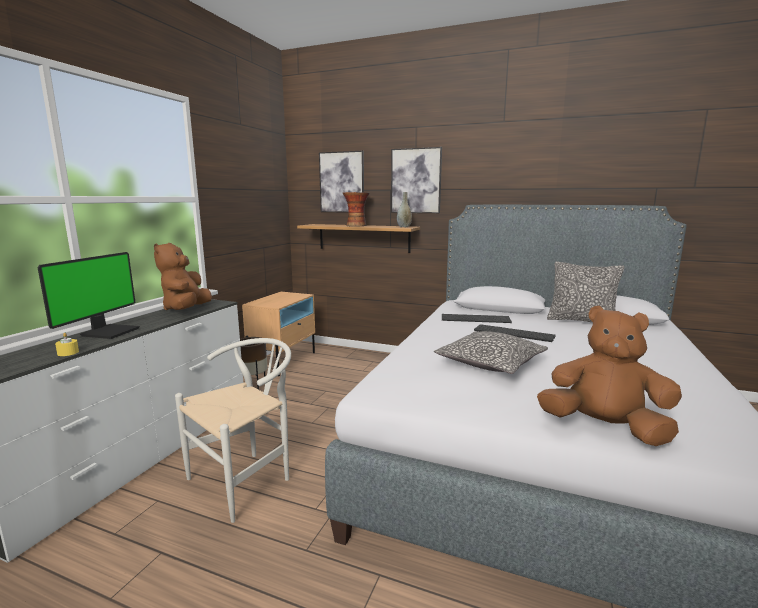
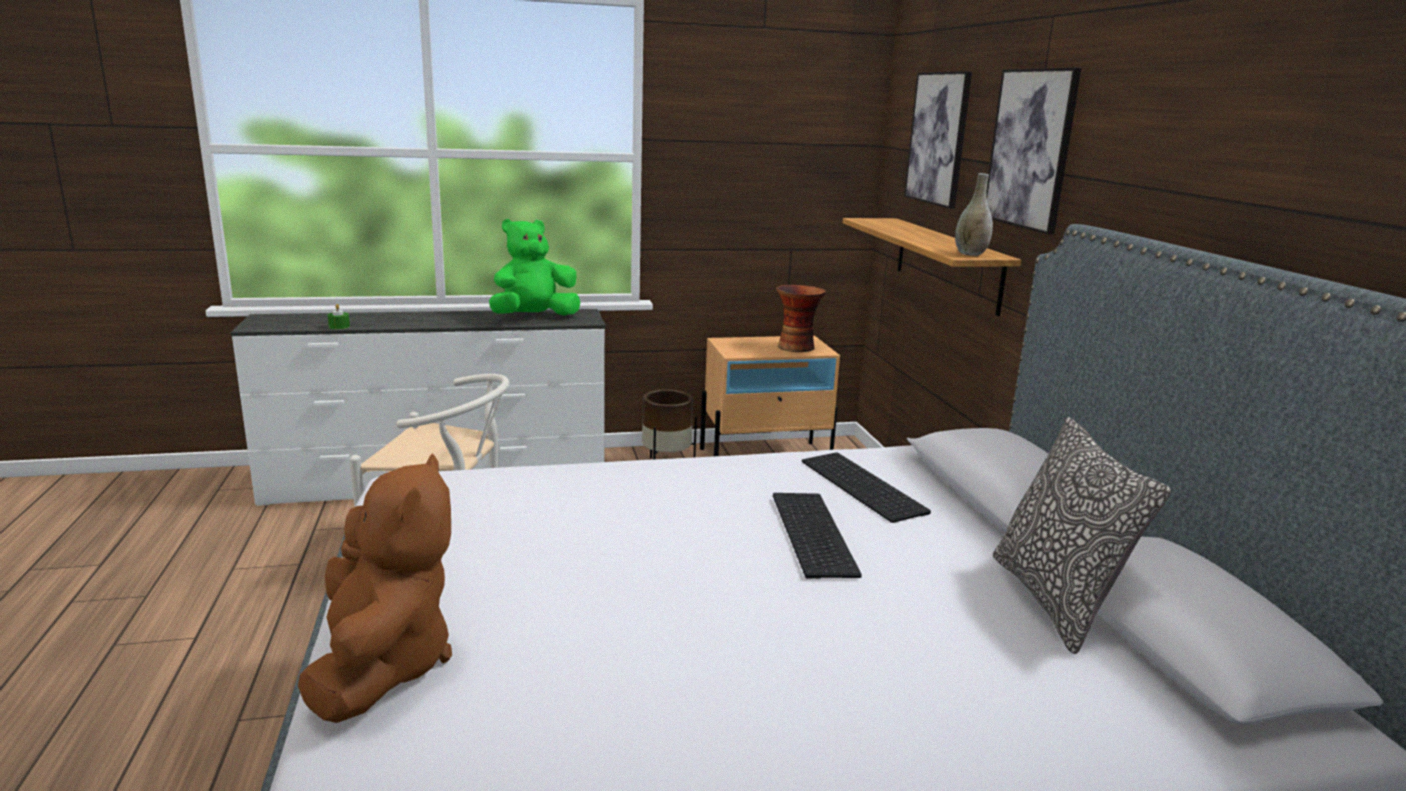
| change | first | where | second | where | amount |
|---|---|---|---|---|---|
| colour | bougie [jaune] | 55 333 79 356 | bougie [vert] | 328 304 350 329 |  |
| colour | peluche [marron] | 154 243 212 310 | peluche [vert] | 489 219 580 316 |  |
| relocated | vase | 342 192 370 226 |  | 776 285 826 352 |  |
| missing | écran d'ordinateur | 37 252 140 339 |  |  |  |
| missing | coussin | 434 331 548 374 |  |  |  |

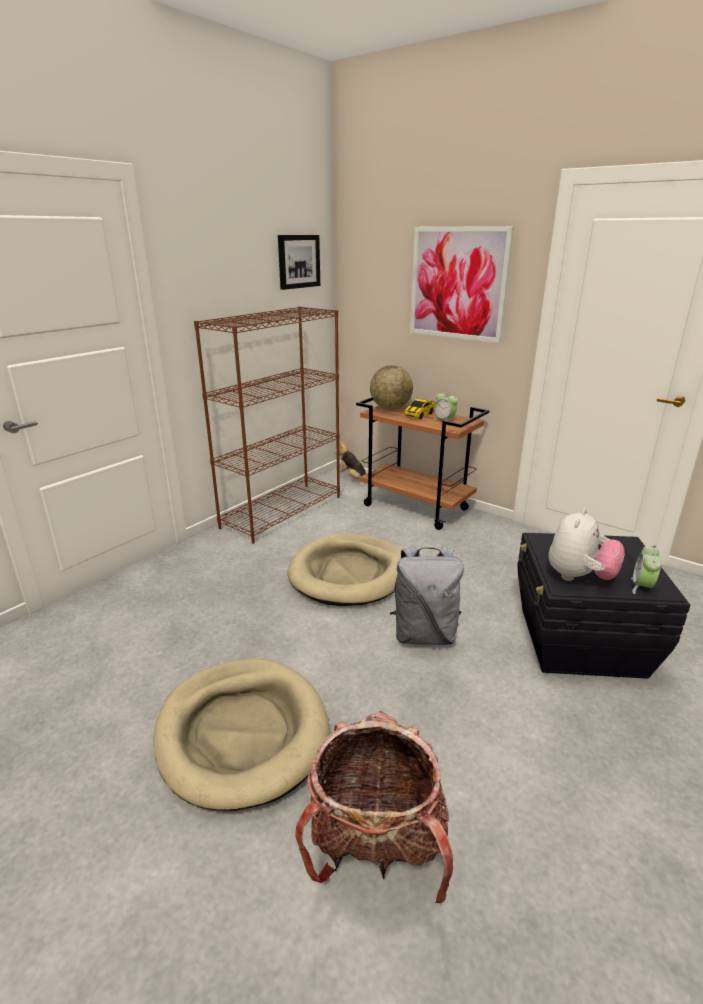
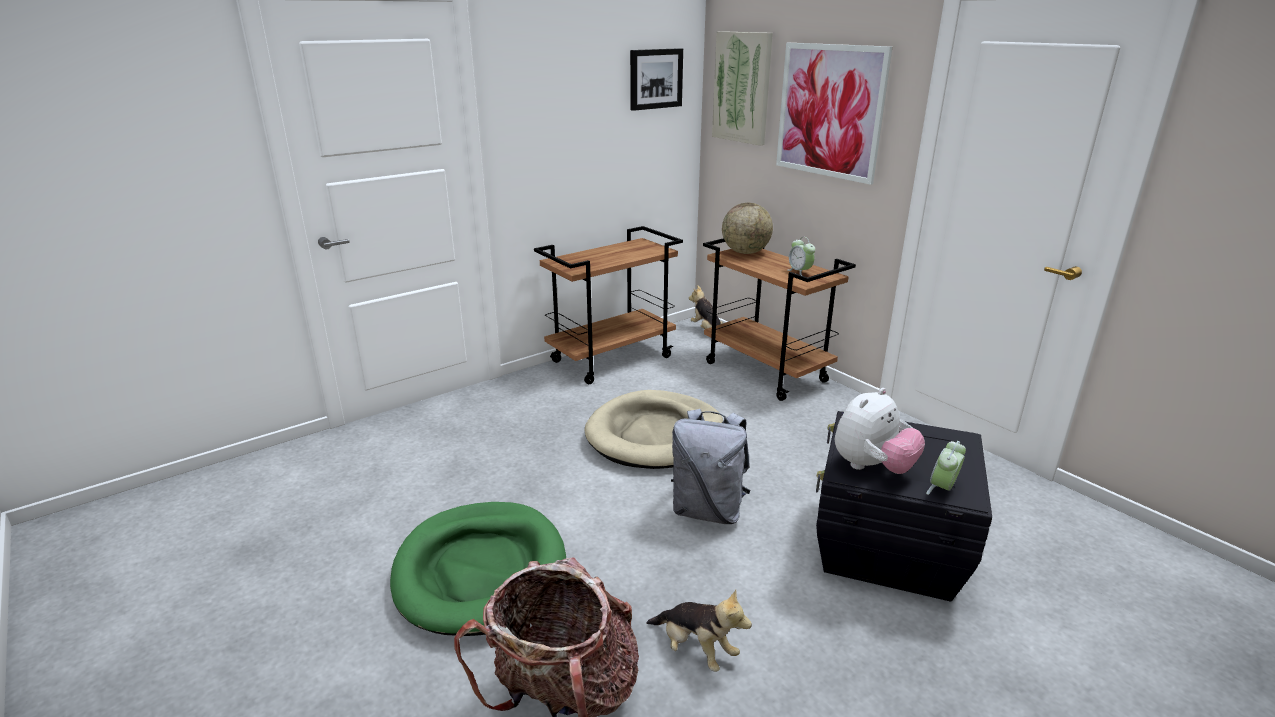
| change | first | where | second | where | amount |
|---|---|---|---|---|---|
| colour | panier pour chien [beige] | 153 659 330 811 | panier pour chien [vert] | 390 502 566 636 |  |
| exchanged | bibliothèque [marron] | 194 306 340 544 | chariot [marron] | 534 226 683 384 |  |
| appeared |  |  | peluche | 646 589 752 672 |  |
| appeared |  |  | tableau | 712 31 773 145 |  |
| missing | petite voiture | 404 399 435 419 |  |  |  |

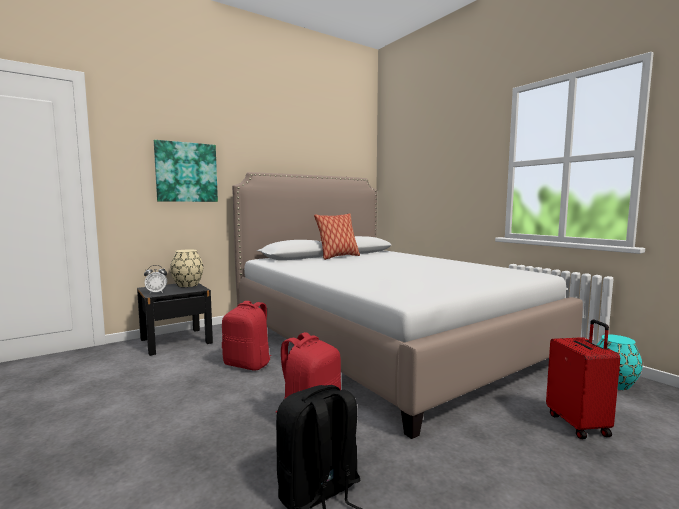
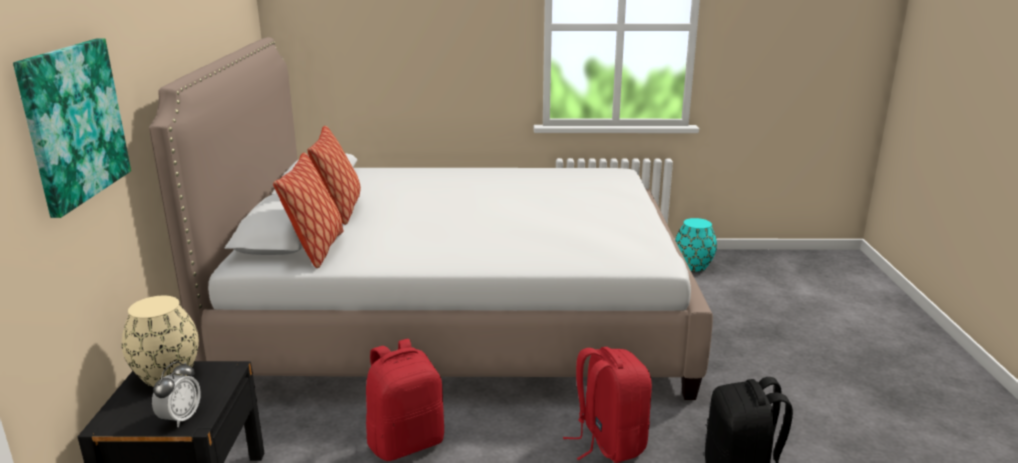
| change | first | where | second | where | amount |
|---|---|---|---|---|---|
| appeared |  |  | coussin | 273 153 343 268 |  |
| missing | valise [rouge] | 546 320 620 439 |  |  |  |

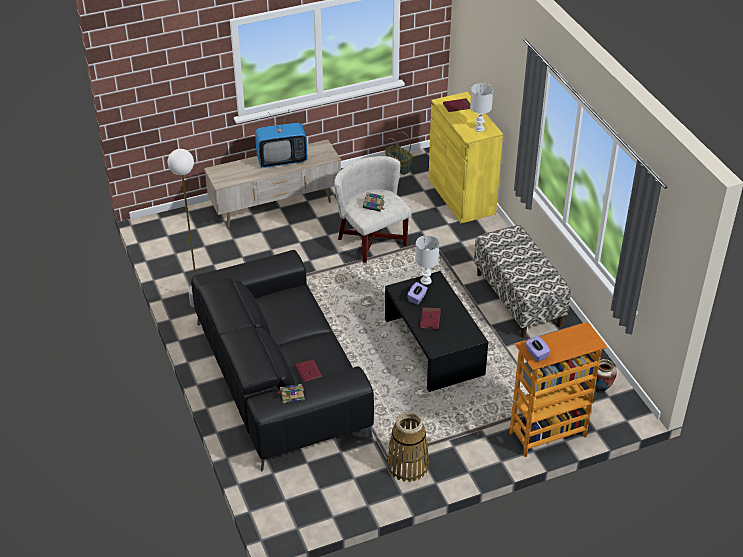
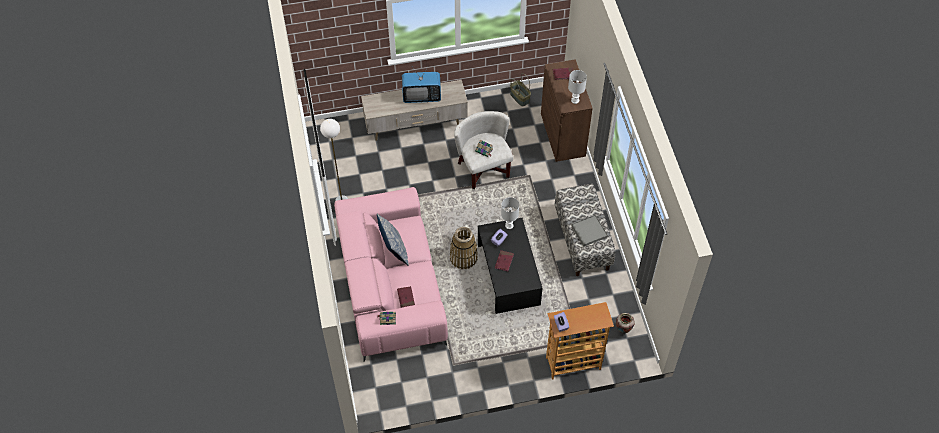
| change | first | where | second | where | amount |
|---|---|---|---|---|---|
| colour | canapé [noir] | 191 250 374 472 | canapé [rose] | 334 187 448 362 |  |
| appeared |  |  | coussin | 377 214 409 266 |  |
| relocated | panier | 387 412 429 482 |  | 450 227 478 269 |  |
| colour | meuble de rangement [jaune] | 428 92 503 224 | meuble de rangement [marron] | 541 59 593 162 |  |
| appeared |  |  | plateau [gris] | 571 215 608 247 |  |

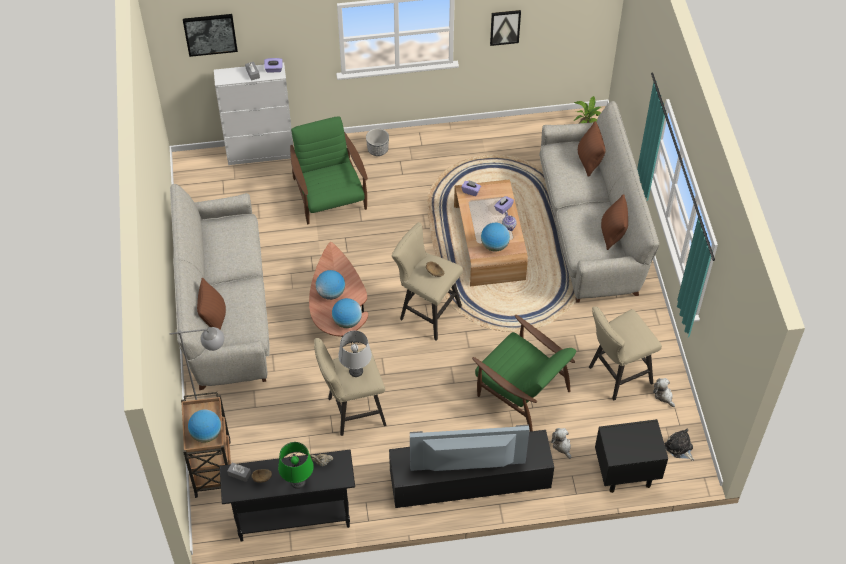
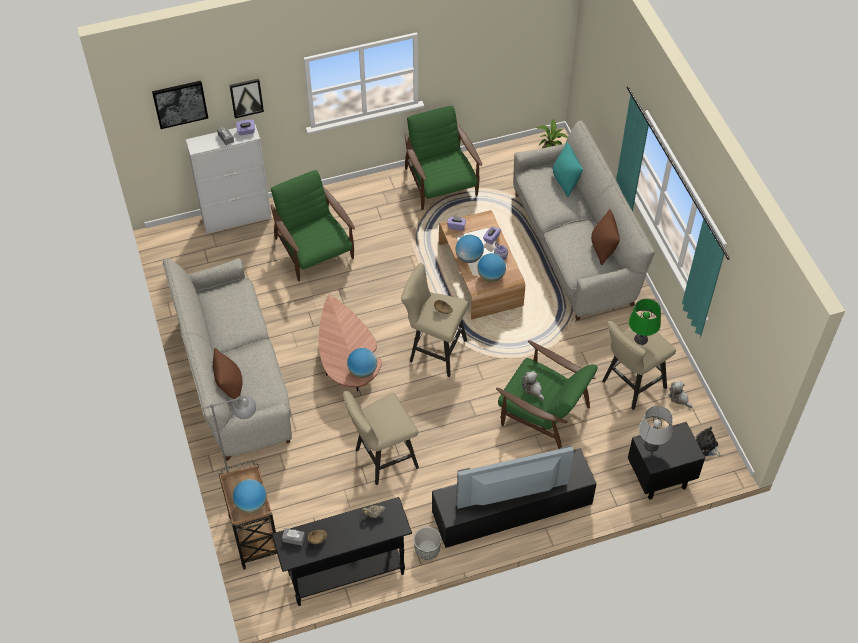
| change | first | where | second | where | amount |
|---|---|---|---|---|---|
| relocated | tableau | 490 10 521 46 |  | 229 78 264 118 |  |
| appeared |  |  | fauteuil [vert] | 405 106 482 210 |  |
| relocated | cache-pot | 366 128 389 156 |  | 414 527 441 560 |  |
| relocated | globe | 316 270 345 300 |  | 456 235 484 263 |  |
| relocated | peluche | 551 428 571 459 |  | 522 371 544 400 |  |
| colour | coussin [marron] | 578 121 606 177 | coussin [turquoise] | 552 142 583 197 |  |
| relocated | lampe de table [vert] | 278 442 314 489 |  | 629 298 661 345 |  |
| relocated | lampe de table [gris] | 339 331 372 377 |  | 639 406 673 452 |  |

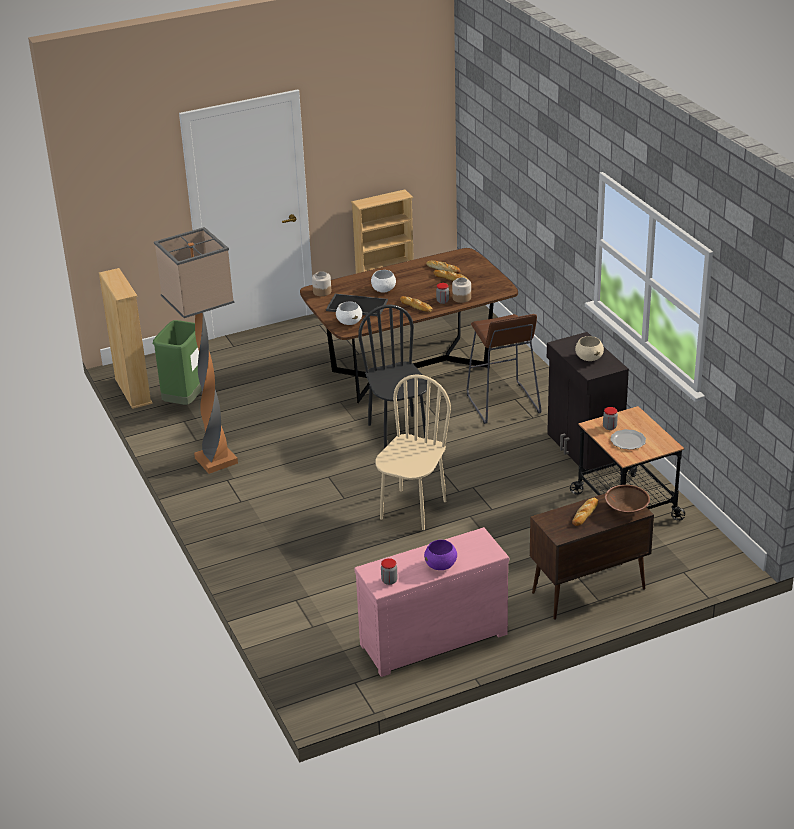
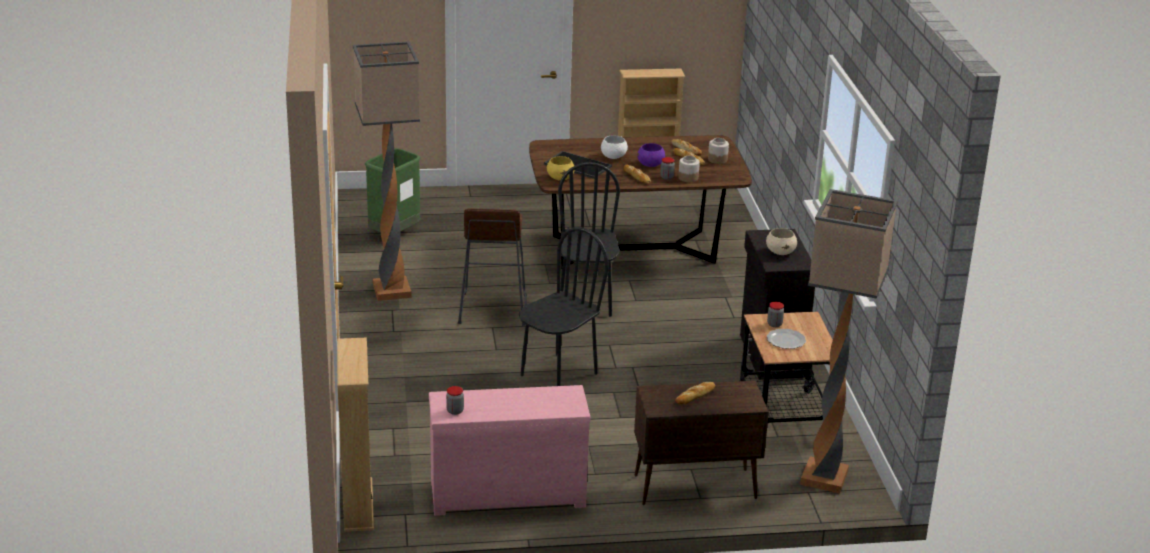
| change | first | where | second | where | amount |
|---|---|---|---|---|---|
| relocated | bibliothèque [beige] | 99 268 153 409 |  | 337 337 374 532 |  |
| relocated | tabouret [marron] | 467 314 542 424 |  | 458 208 527 326 |  |
| colour | chaise [beige] | 375 374 451 530 | chaise [noir] | 519 227 609 386 |  |
| colour | bol [blanc] | 336 302 362 325 | bol [jaune] | 547 156 575 181 |  |
| relocated | bol [violet] | 424 540 457 570 |  | 637 143 665 167 |  |
| relocated | bocal | 312 271 331 296 |  | 708 138 729 164 |  |
| appeared |  |  | lampadaire | 800 189 898 493 |  |
| missing | bol [marron] | 605 485 650 514 |  |  |  |

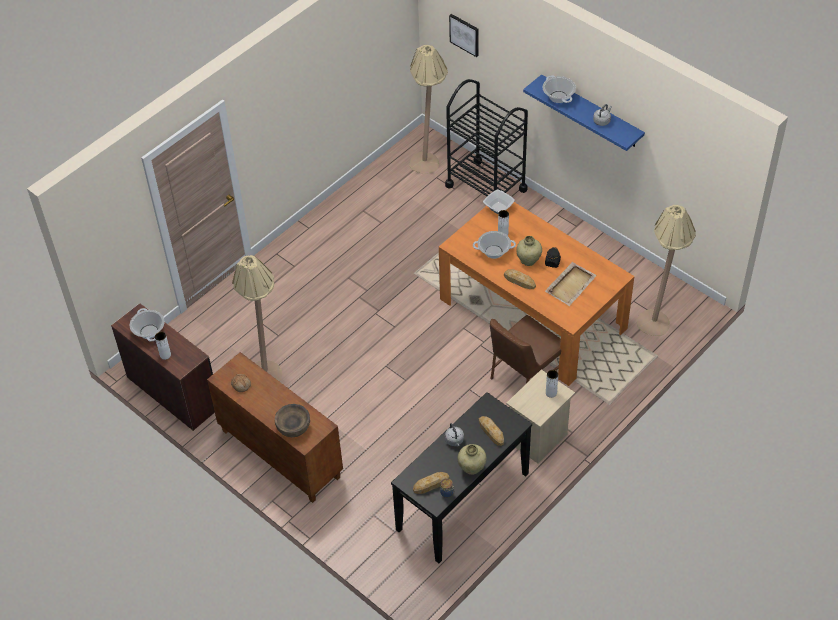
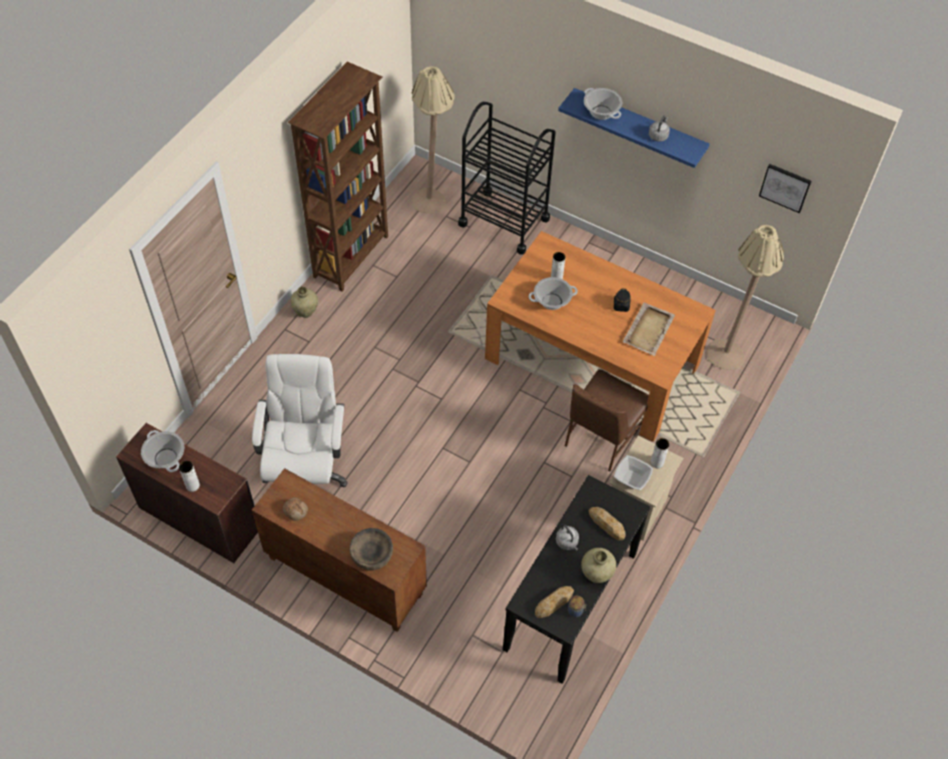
| change | first | where | second | where | amount |
|---|---|---|---|---|---|
| exchanged | lampadaire [beige] | 232 255 282 381 | chaise de bureau [blanc] | 252 354 348 487 |  |
| appeared |  |  | bibliothèque [marron] | 288 62 388 292 |  |
| relocated | vase [beige] | 516 236 542 266 |  | 291 287 318 318 |  |
| relocated | bol | 483 189 515 214 |  | 614 455 653 490 |  |
| relocated | tableau | 449 14 479 57 |  | 759 164 812 213 |  |
| missing | pain | 504 269 536 289 |  |  |  |

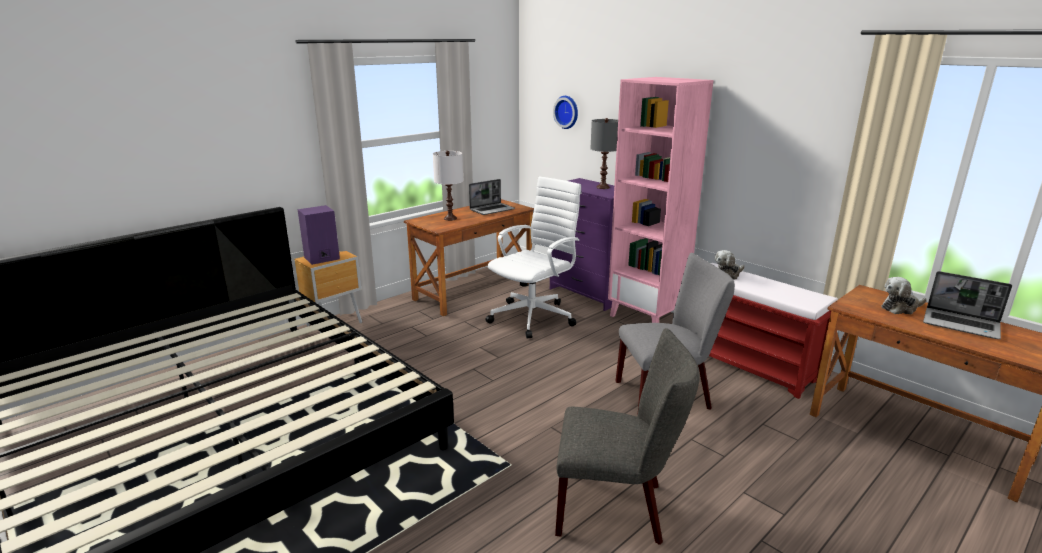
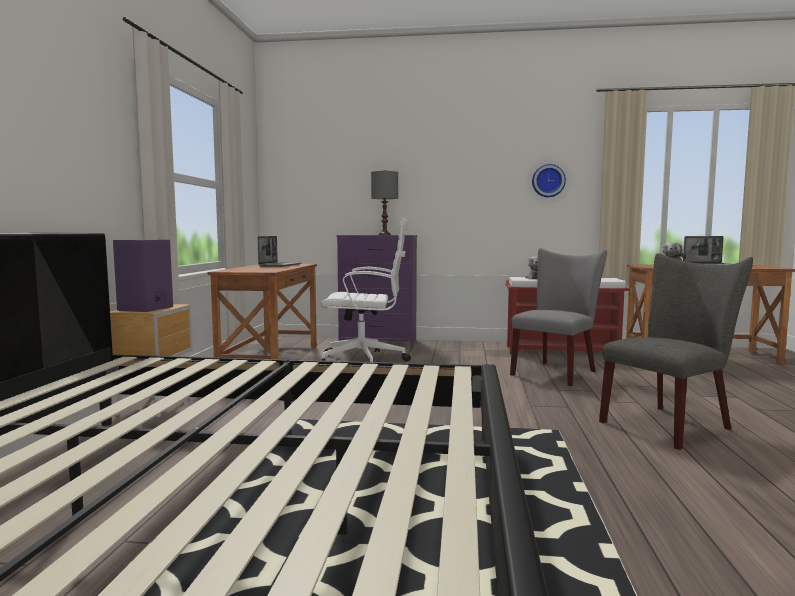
| change | first | where | second | where | amount |
|---|---|---|---|---|---|
| spun | chaise de bureau [blanc] | 485 176 581 339 |  | 319 219 411 362 | 90 degrees clockwise |
| relocated | horloge murale | 553 96 578 129 |  | 532 164 566 197 |  |
| missing | lampe de table [blanc] | 433 151 463 221 |  |  |  |
| missing | bibliothèque [rose] | 608 77 714 323 |  |  |  |

